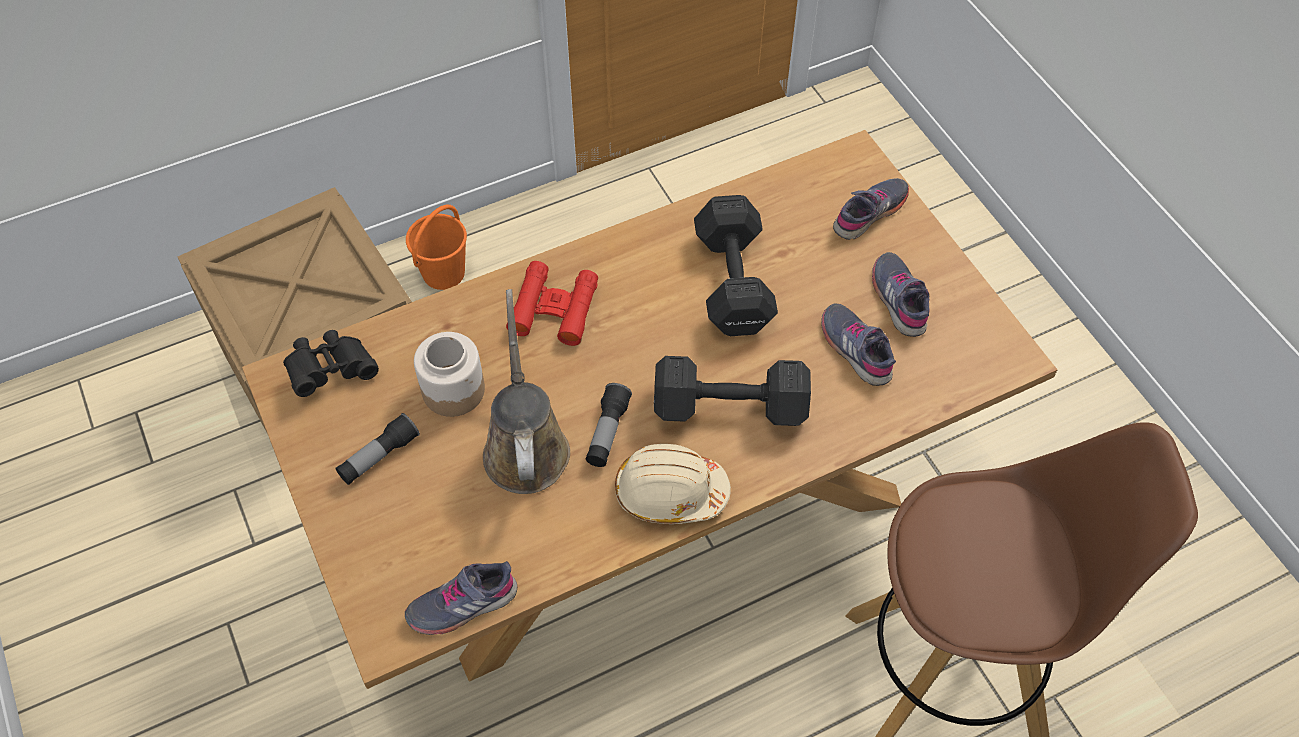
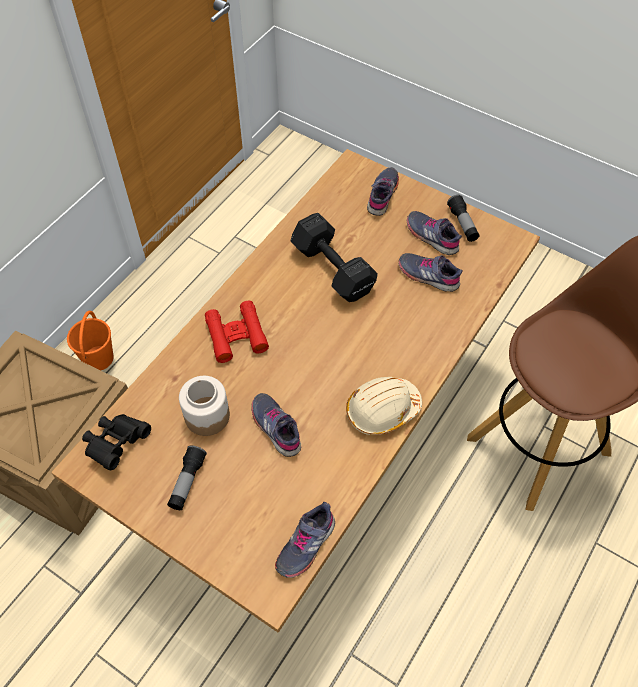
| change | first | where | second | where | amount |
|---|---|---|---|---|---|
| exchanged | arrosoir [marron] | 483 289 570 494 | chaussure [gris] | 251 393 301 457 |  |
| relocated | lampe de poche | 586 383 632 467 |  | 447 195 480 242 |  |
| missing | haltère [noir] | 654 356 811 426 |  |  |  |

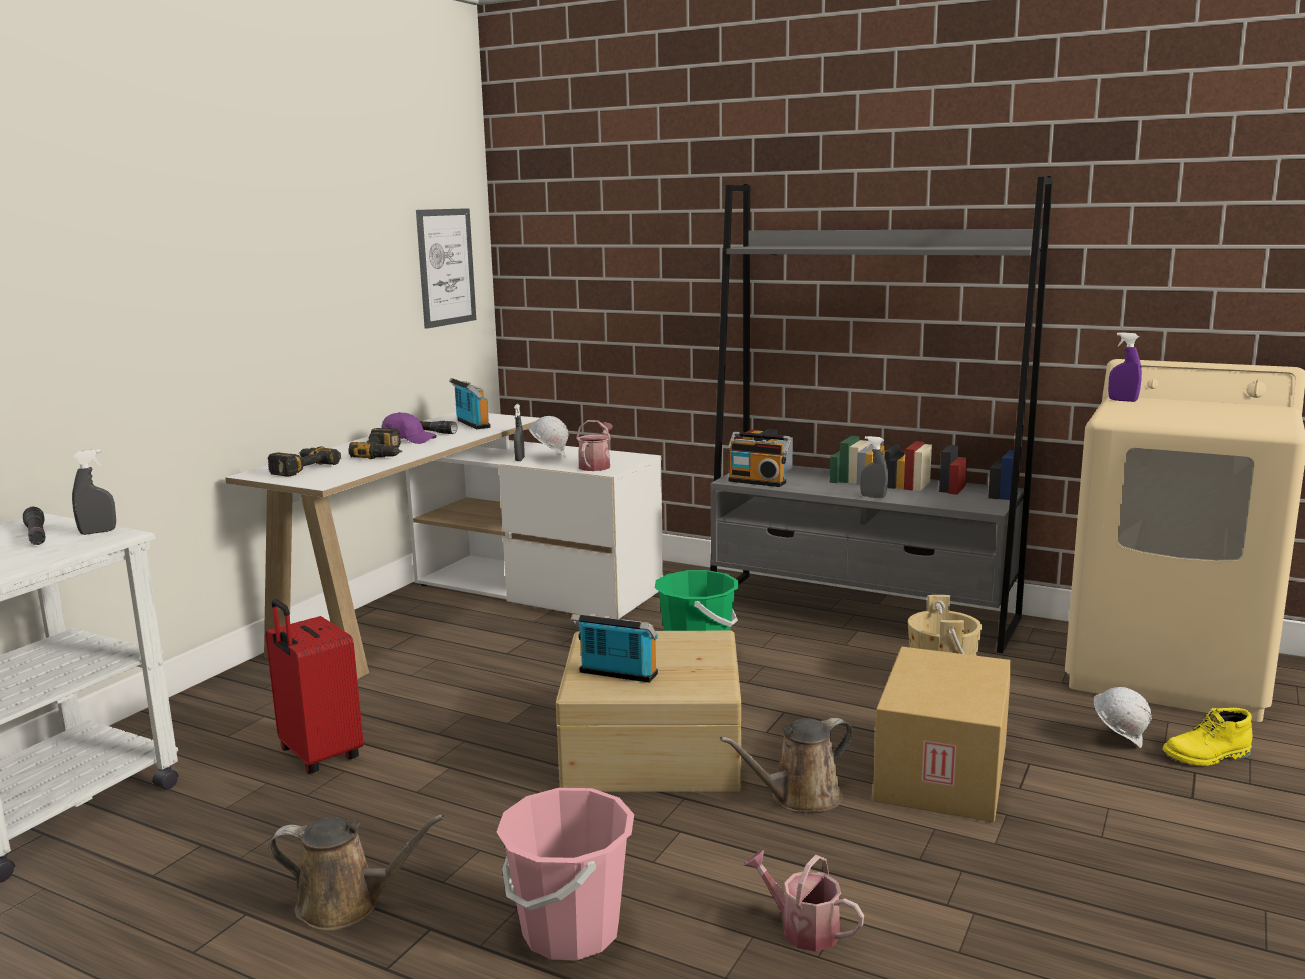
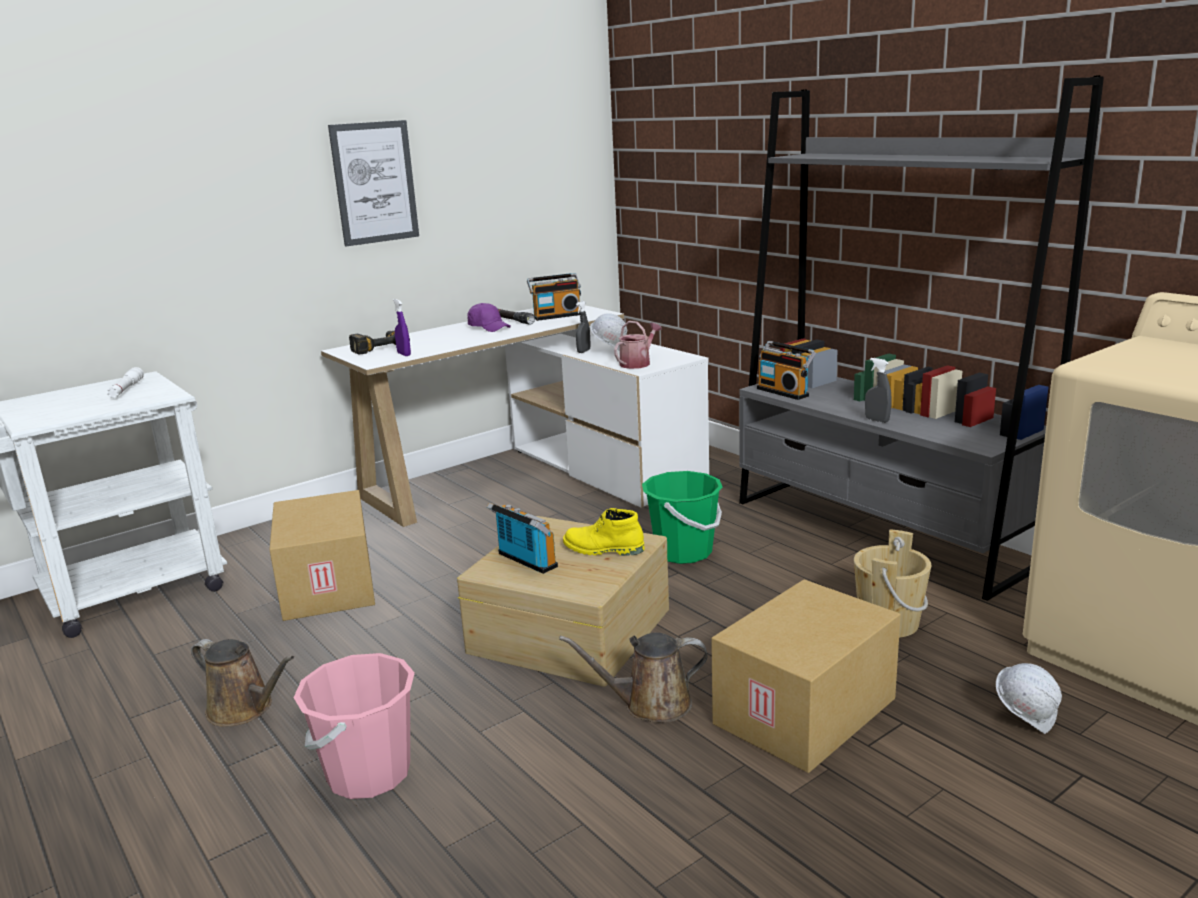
| change | first | where | second | where | amount |
|---|---|---|---|---|---|
| colour | lampe de poche [noir] | 23 507 46 545 | lampe de poche [blanc] | 107 367 144 398 |  |
| exchanged | valise [rouge] | 265 599 364 774 | carton | 269 490 375 621 |  |
| relocated | tableau | 416 208 476 329 |  | 328 120 419 247 |  |
| relocated | vaporisateur [violet] | 1108 332 1142 402 |  | 393 299 411 356 |  |
| spun | radio | 449 378 491 430 |  | 527 273 581 321 | 75 degrees clockwise |
| relocated | botte [jaune] | 1163 708 1252 766 |  | 563 508 645 556 |  |
| missing | vaporisateur [gris] | 72 449 116 535 |  |  |  |
| missing | perceuse | 348 428 402 459 |  |  |  |
| missing | arrosoir | 743 850 864 952 |  |  |  |

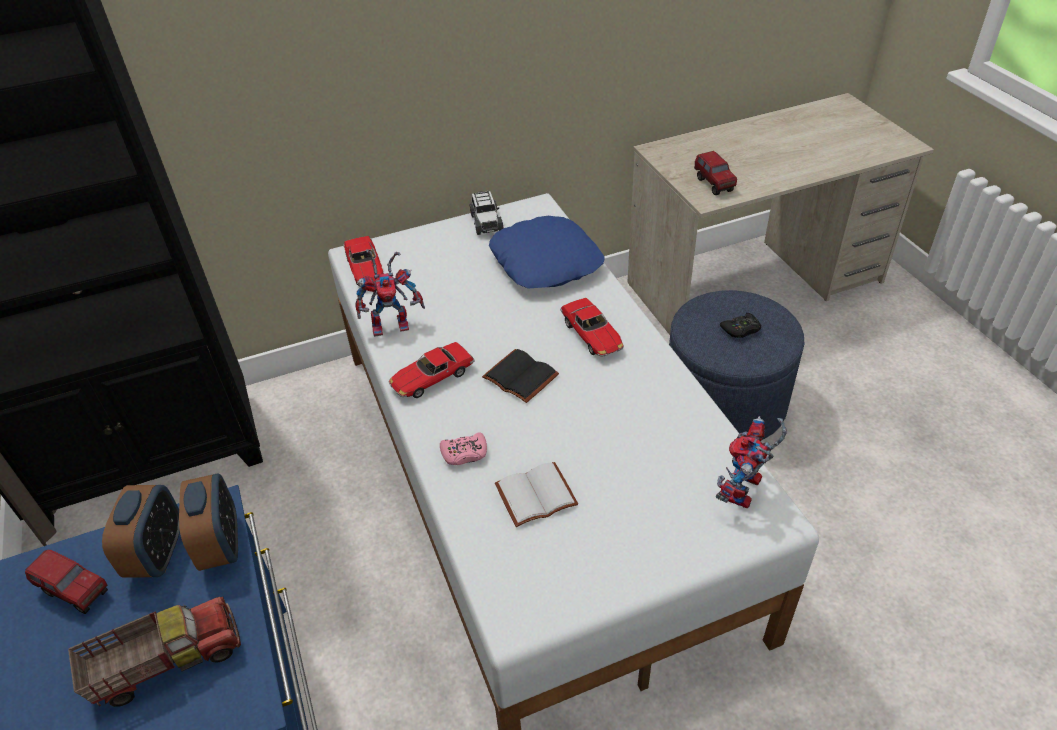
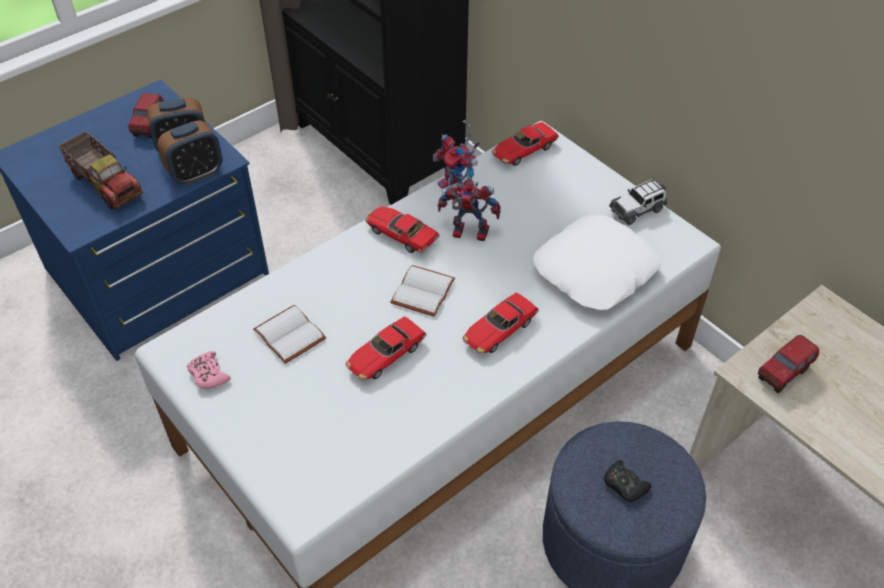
| change | first | where | second | where | amount |
|---|---|---|---|---|---|
| relocated | manette [rose] | 440 433 487 465 |  | 187 351 231 389 |  |
| appeared |  |  | petite voiture | 346 316 426 381 |  |
| colour | livre [noir] | 482 349 559 403 | livre [blanc] | 390 265 455 317 |  |
| relocated | robot jouet | 716 416 787 508 |  | 438 178 501 241 |  |
| colour | coussin [bleu] | 489 216 605 289 | coussin [blanc] | 533 215 661 310 |  |

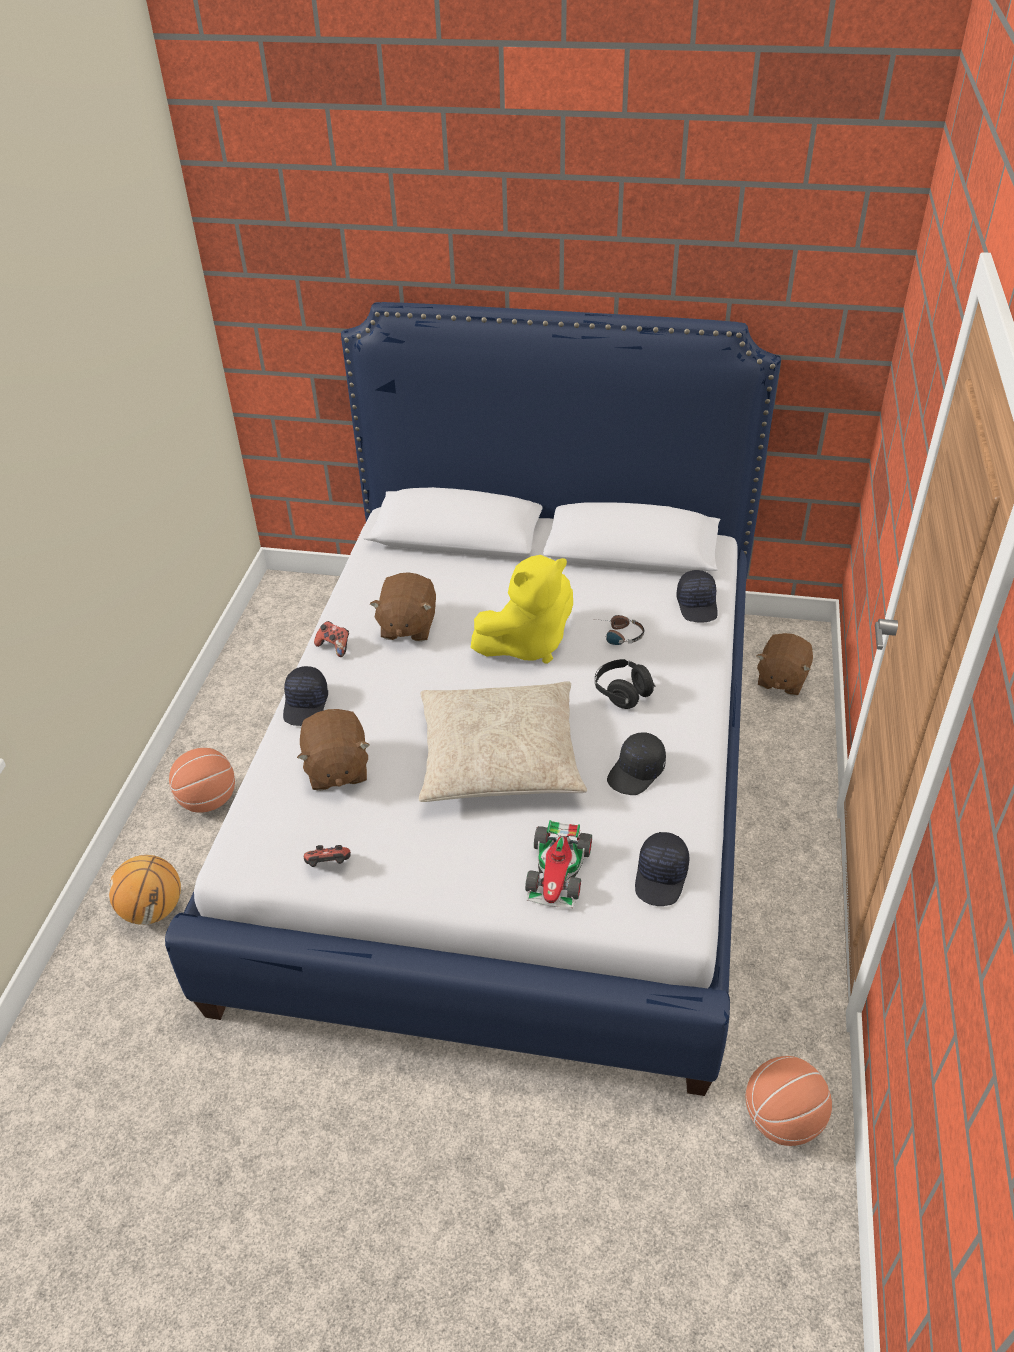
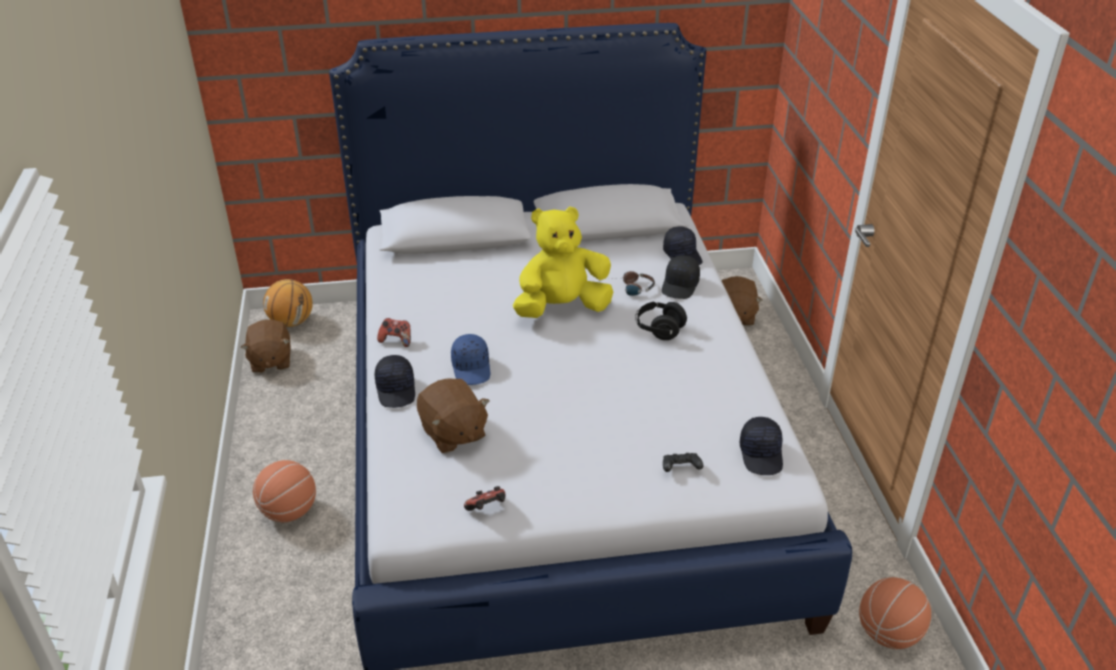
| change | first | where | second | where | amount |
|---|---|---|---|---|---|
| relocated | peluche [marron] | 370 572 436 641 |  | 241 320 291 373 |  |
| relocated | ballon de basket | 109 855 181 925 |  | 263 279 313 327 |  |
| appeared |  |  | casquette [bleu] | 451 334 490 385 |  |
| spun | peluche [jaune] | 470 555 573 664 |  | 513 206 613 318 | 150 degrees counterclockwise |
| relocated | casquette [noir] | 607 732 666 795 |  | 662 255 700 299 |  |
| exchanged | petite voiture | 525 820 592 908 | manette [noir] | 663 453 704 472 |  |
| missing | coussin [beige] | 419 681 587 802 |  |  |  |

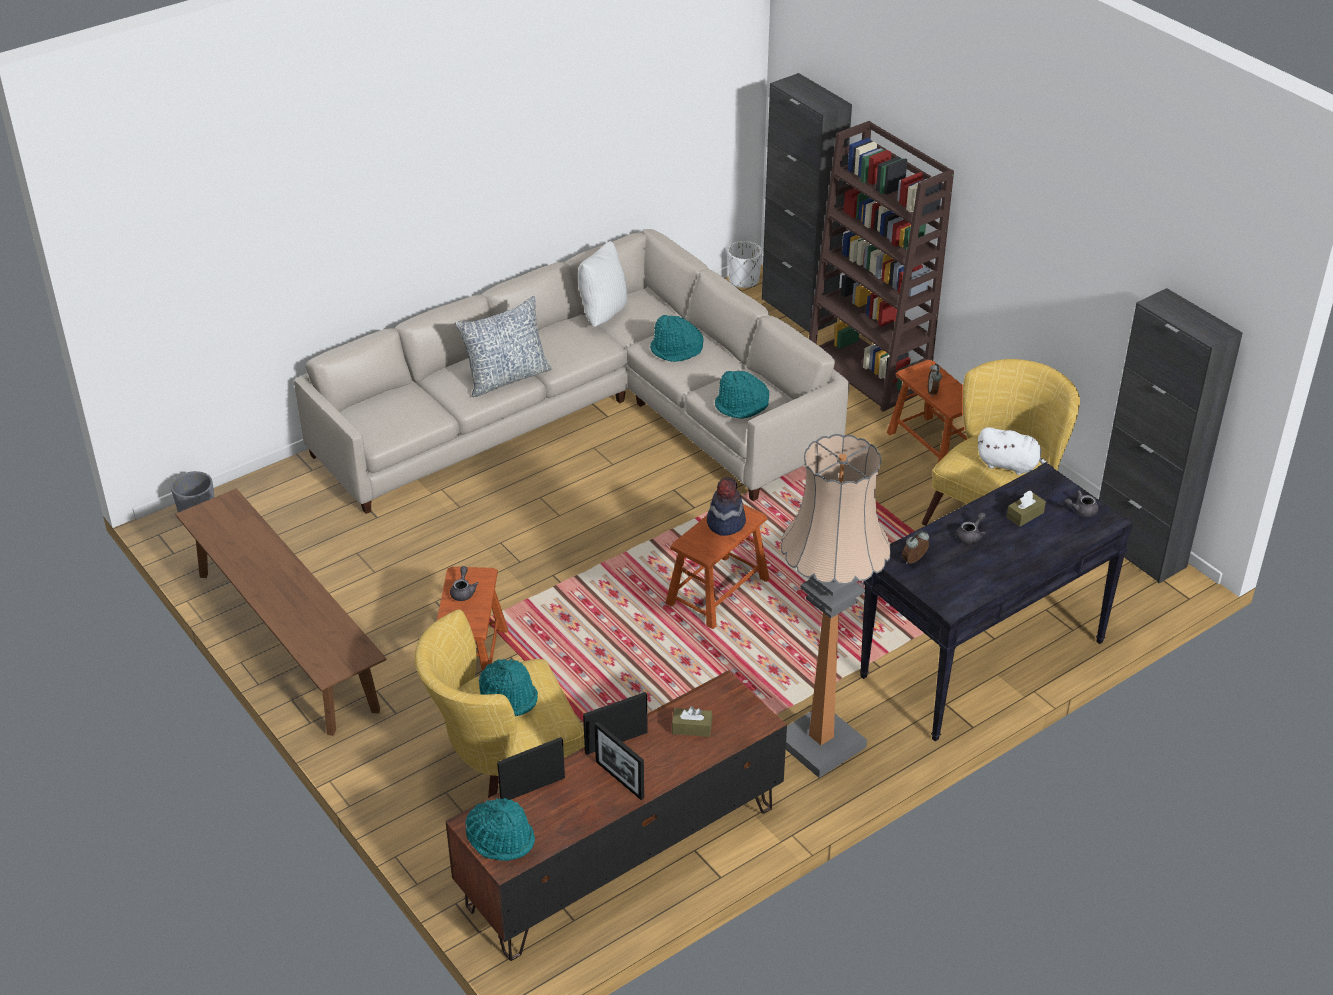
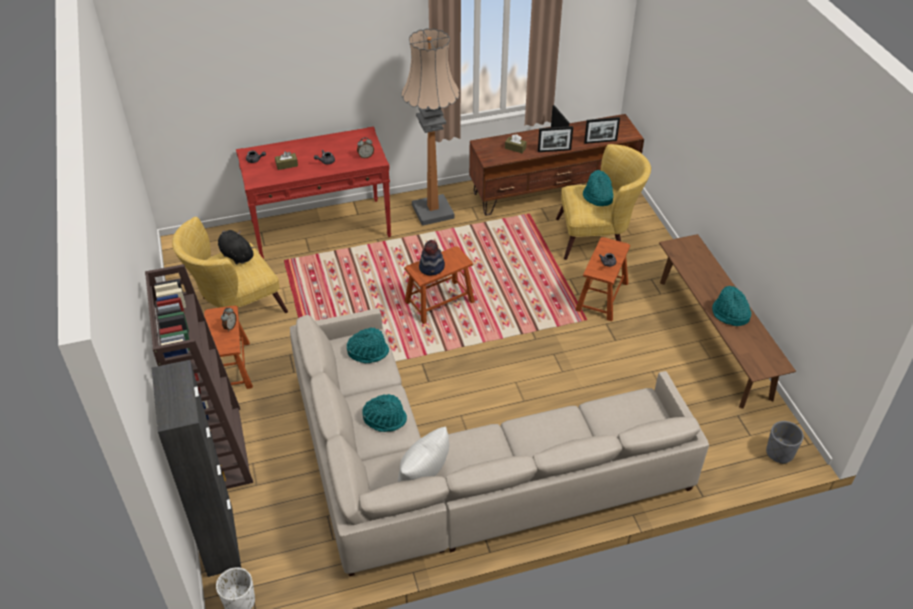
| change | first | where | second | where | amount |
|---|---|---|---|---|---|
| colour | peluche [blanc] | 977 427 1050 475 | peluche [noir] | 218 230 255 264 |  |
| colour | table console [noir] | 859 463 1133 741 | table console [rouge] | 236 126 391 259 |  |
| relocated | chapeau [turquoise] | 465 798 535 861 |  | 712 286 752 326 |  |
| missing | coussin | 455 296 552 397 |  |  |  |
| missing | meuble de rangement [noir] | 1099 288 1243 583 |  |  |  |

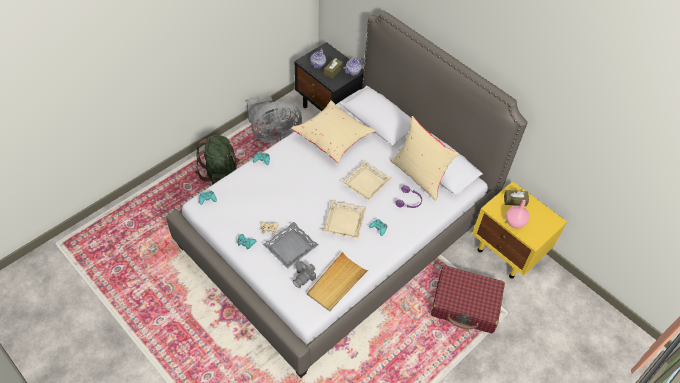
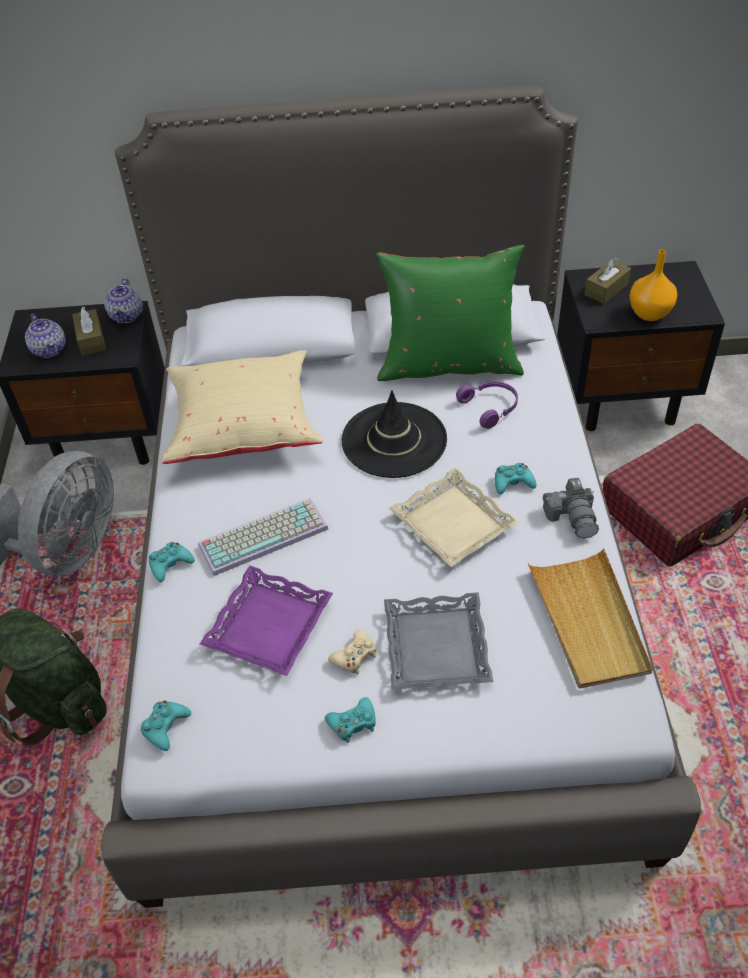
| change | first | where | second | where | amount |
|---|---|---|---|---|---|
| appeared |  |  | clavier | 199 498 328 576 |  |
| appeared |  |  | plateau [violet] | 200 566 333 676 |  |
| exchanged | plateau [beige] | 341 161 392 201 | chapeau [noir] | 342 390 447 478 |  |
| colour | coussin [beige] | 390 116 460 201 | coussin [vert] | 376 245 525 381 |  |
| relocated | appareil photo | 293 261 316 288 |  | 543 478 599 538 |  |
| colour | table de chevet [jaune] | 472 181 567 279 | table de chevet [noir] | 557 261 725 431 |  |
| colour | vase [rose] | 506 200 529 228 | vase [orange] | 630 250 677 321 |  |

